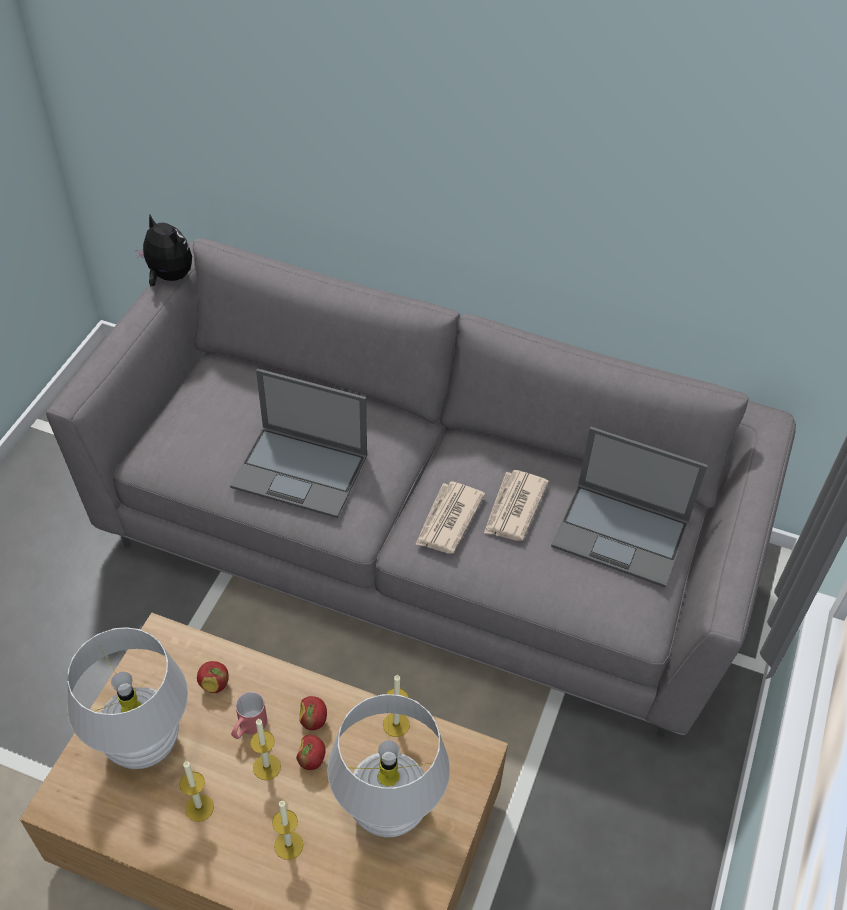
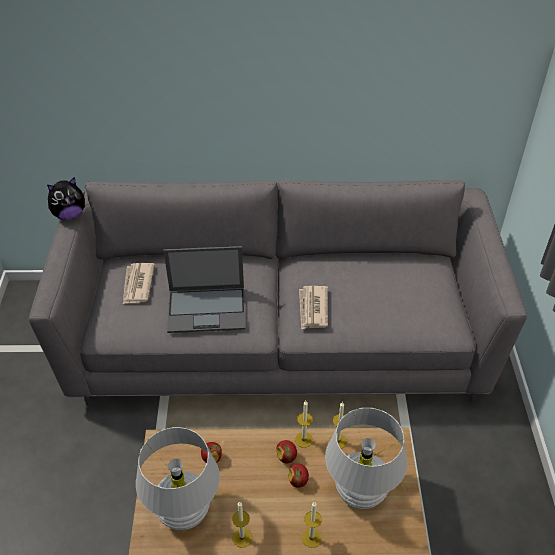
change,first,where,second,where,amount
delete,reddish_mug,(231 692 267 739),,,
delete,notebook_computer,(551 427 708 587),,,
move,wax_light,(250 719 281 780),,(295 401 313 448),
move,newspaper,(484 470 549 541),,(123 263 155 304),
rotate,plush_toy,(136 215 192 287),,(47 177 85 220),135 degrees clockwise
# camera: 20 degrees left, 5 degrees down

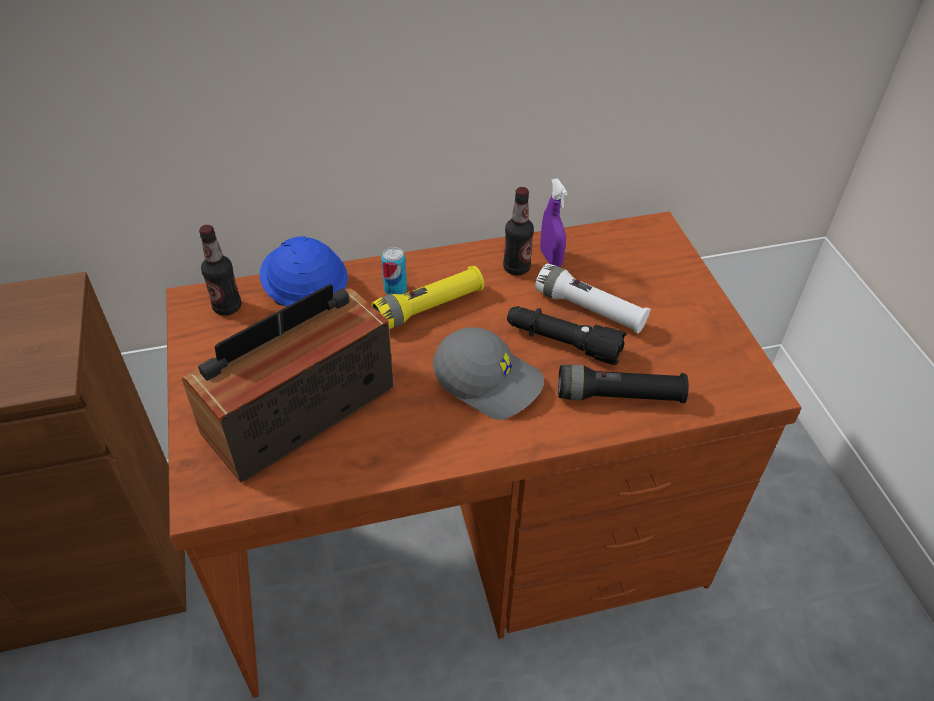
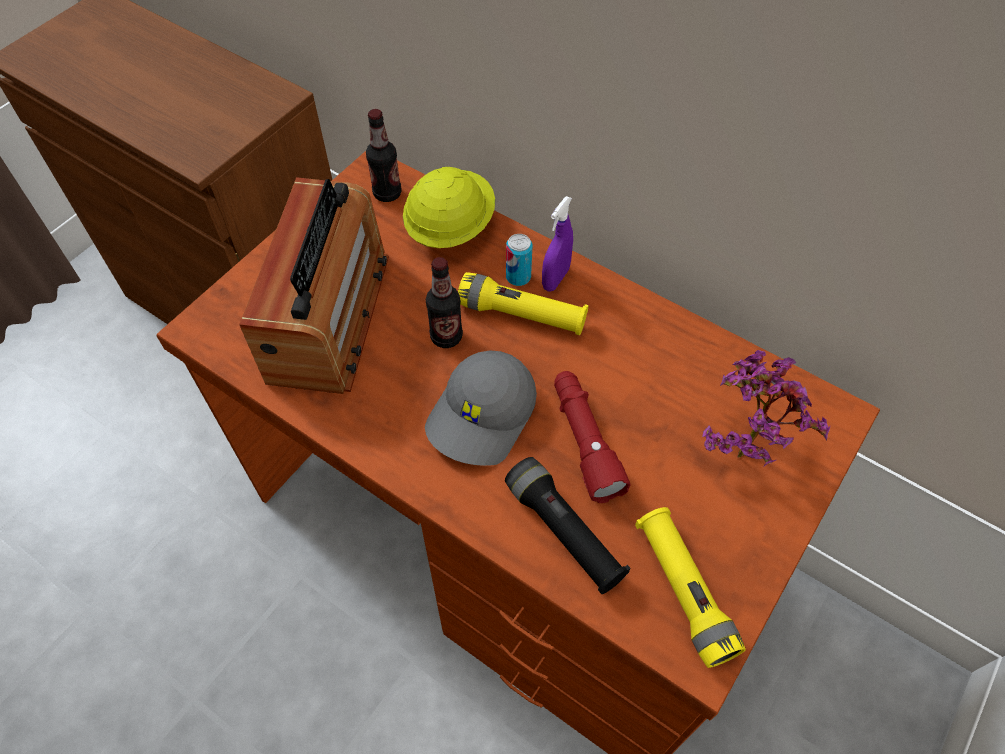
change,first,where,second,where,amount
delete,white-coloured_hand_torch,(535 264 651 333),,,
insert,,,yellow-coloured_hand_torch,(635 507 746 668),
insert,,,plant_in_a_pot,(702 350 830 466),
move,beverage_bottle,(503 187 534 276),,(426 257 463 348),
move,purplish_hand_sprayer,(540 178 568 267),,(542 196 573 292),
recolor,blue_hard_hat,(260 236 348 307),yellow-coloured_hard_hat,(403 167 495 248),
recolor,blackish_hand_torch,(507 306 627 365),reddish_hand_torch,(554 371 630 503),
rotate,radio_receiver,(182 284 394 483),,(239 177 389 394),90 degrees clockwise
rotate,greyish_baseball_cap,(433 327 544 420),,(425 351 537 466),45 degrees clockwise
# camera: 50 degrees right, 10 degrees up

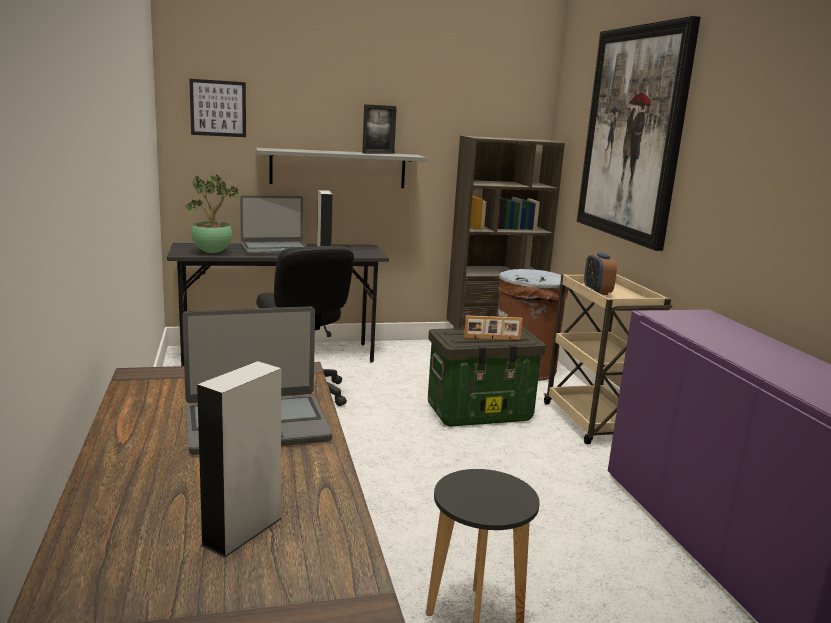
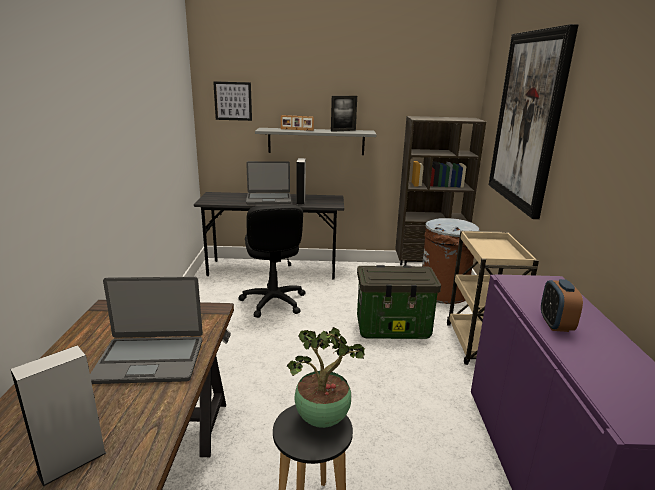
change,first,where,second,where,amount
move,plant_in_a_pot,(185 174 239 253),,(287 327 365 428),
move,picture_frame,(464 315 523 340),,(281 115 314 131),
move,table_clock,(584 253 617 295),,(541 279 583 332),
# camera: 15 degrees right, 5 degrees up

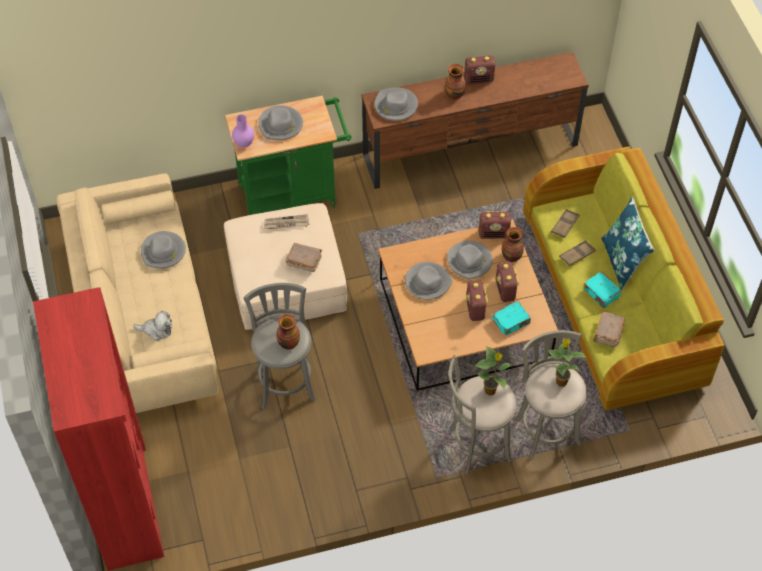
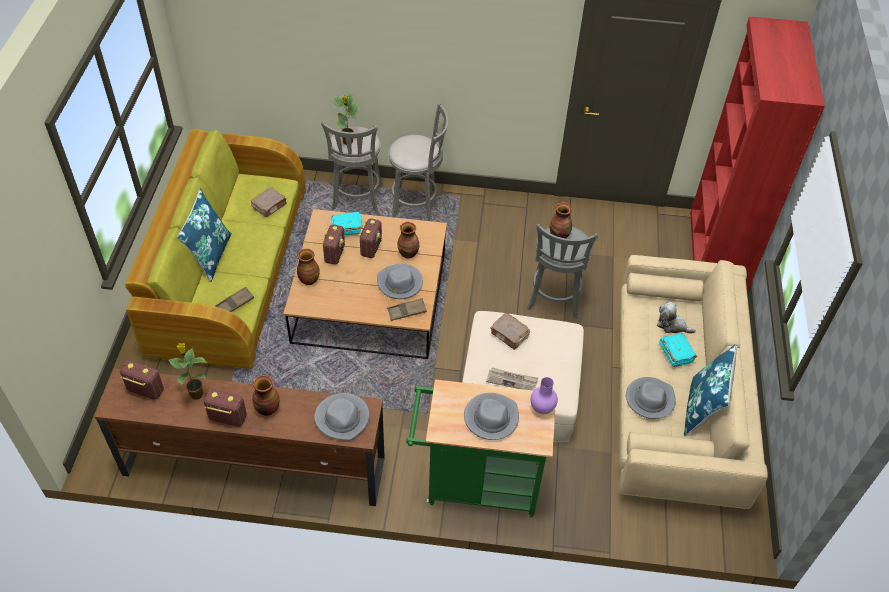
change,first,where,second,where,amount
delete,greyish_wearable_hat,(447 241 493 280),,,
insert,,,decorative_vase,(397 222 419 259),
insert,,,blue_pillow,(684 344 737 436),
move,plant_in_a_pot,(475 346 512 395),,(169 343 207 399),
move,radio_receiver,(479 211 511 239),,(120 360 164 400),
move,brown-coloured_carrying_tray,(559 240 596 266),,(387 298 427 321),
move,blue-green_book,(583 272 621 308),,(659 333 697 367),
# camera: 160 degrees left, 5 degrees down

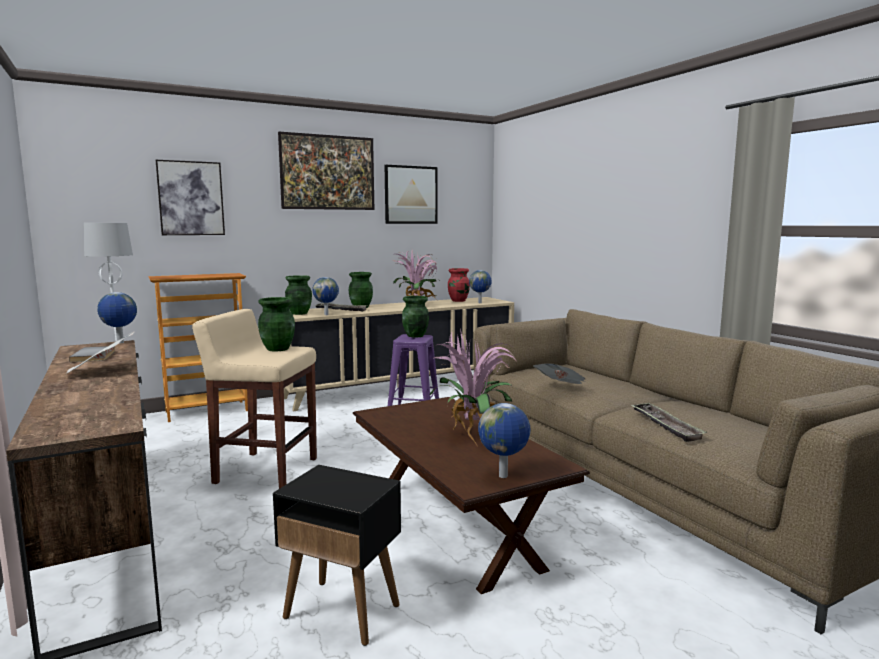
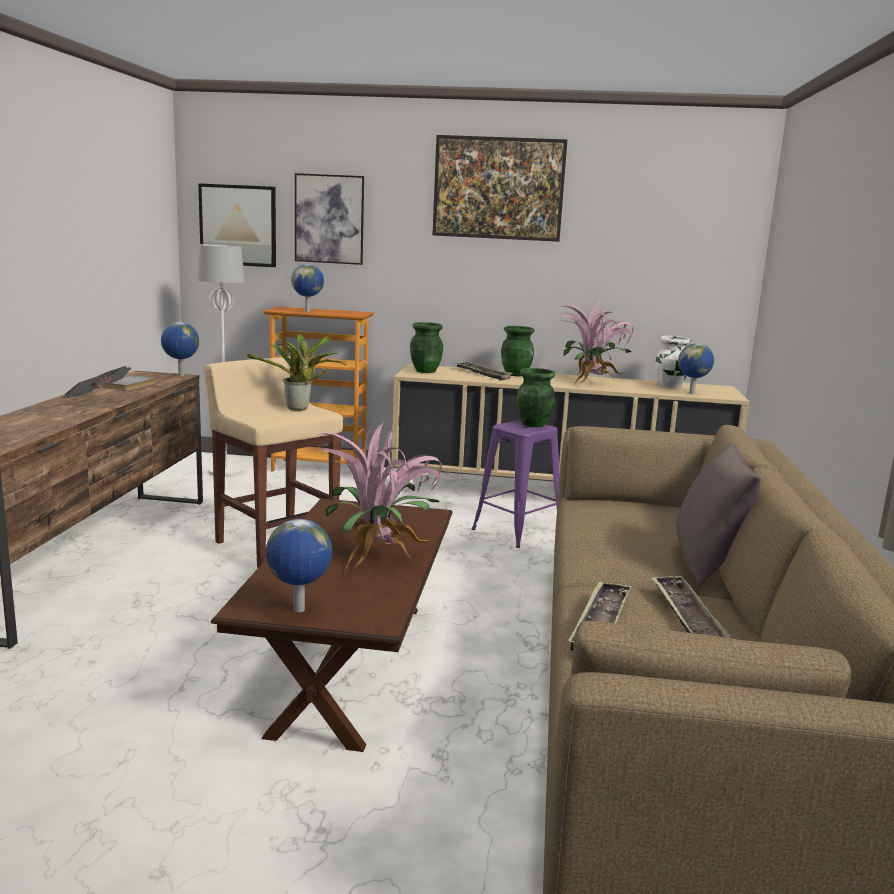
change,first,where,second,where,amount
delete,blackish_side_table,(273 465 401 646),,,
delete,newspaper,(533 363 586 384),,,
insert,,,carrying_tray,(651 575 734 639),
insert,,,greyish_pillow,(676 442 761 587),
move,desk_globe,(312 277 339 315),,(291 264 324 312),
move,wall_art,(385 165 437 224),,(198 183 276 267),
replace,green_decorative_vase,(258 297 295 351),plant_in_a_pot,(247 334 346 411),
recolor,reddish_decorative_vase,(448 268 470 302),white-coloured_decorative_vase,(655 336 691 388),
# camera: 35 degrees right, 5 degrees up

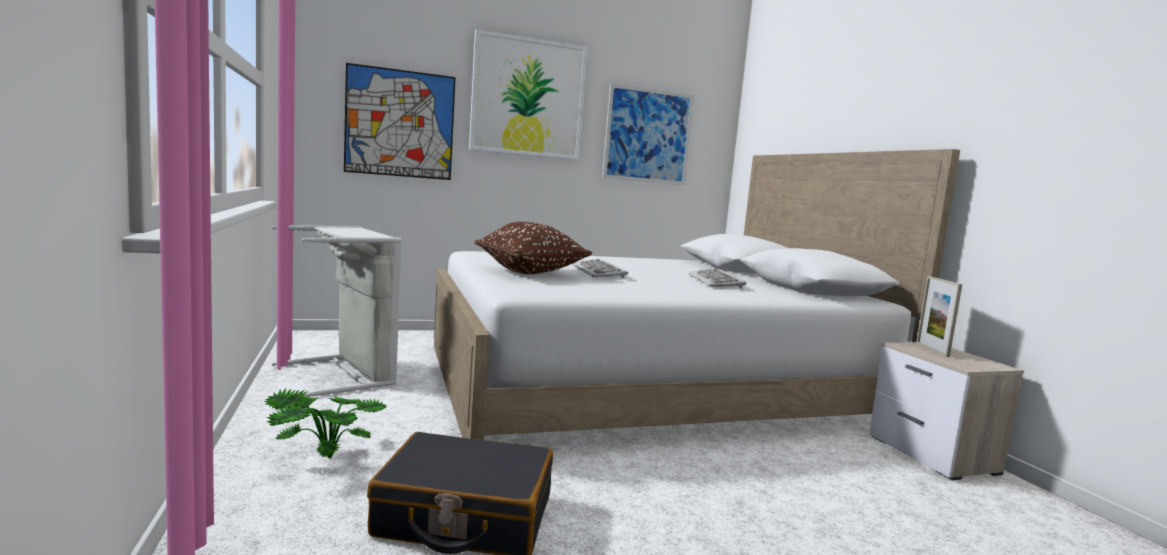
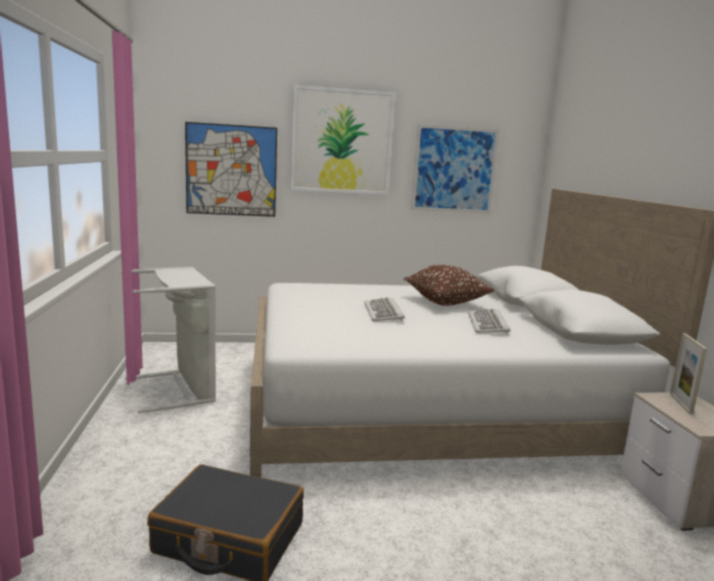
change,first,where,second,where,amount
delete,plant_in_a_pot,(264 388 387 458),,,
move,brown-coloured_pillow,(474 222 592 274),,(404 265 494 306),
# camera: 10 degrees right, 5 degrees up

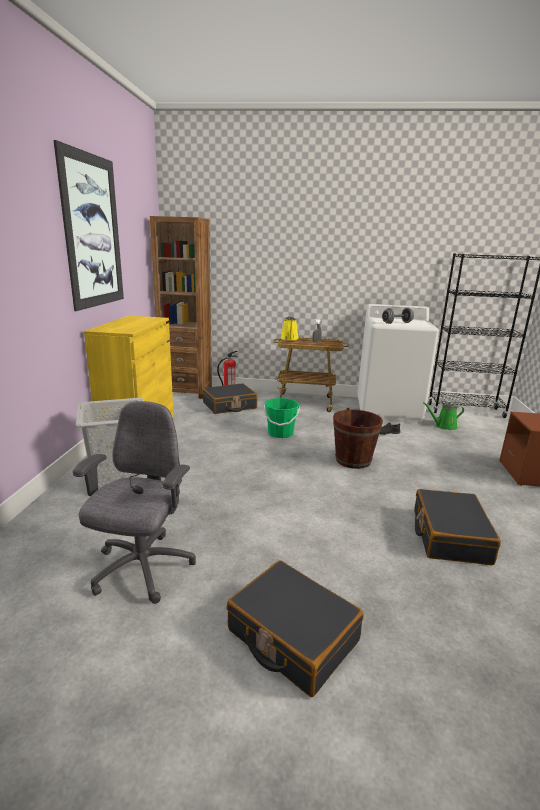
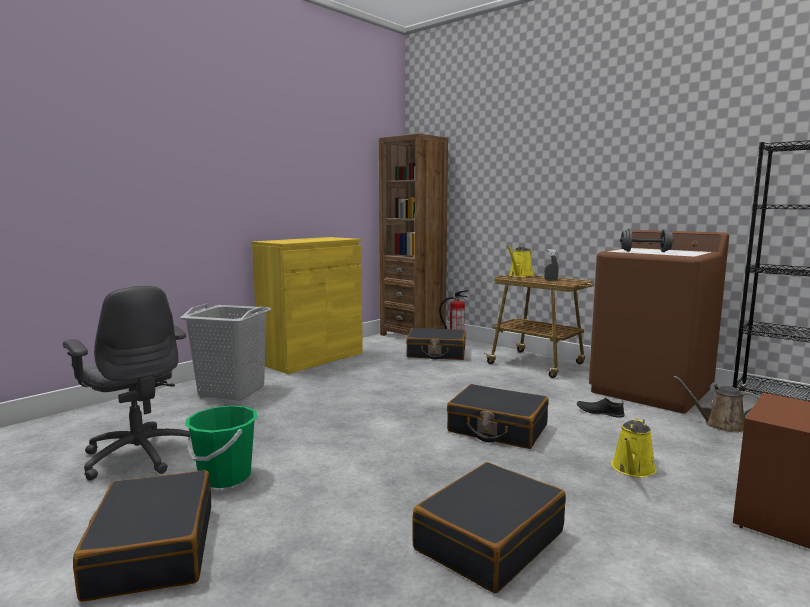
change,first,where,second,where,amount
delete,wall_art,(53 140 124 311),,,
insert,,,yellow-coloured_sprinkling_can,(611 418 657 477),
move,green_water_bucket,(264 398 300 438),,(185 405 257 488),
replace,brown-coloured_water_bucket,(333 408 383 469),blackish_piece_of_luggage,(447 384 549 449),
recolor,white-coloured_laundry_appliance,(357 304 439 423),brown-coloured_laundry_appliance,(589 230 729 414),
recolor,green_sprinkling_can,(423 402 464 430),brown-coloured_sprinkling_can,(674 376 759 432),
rotate,greyish_computer_chair,(73 401 196 604),,(63 285 190 481),90 degrees clockwise
# camera: 35 degrees right, 10 degrees down

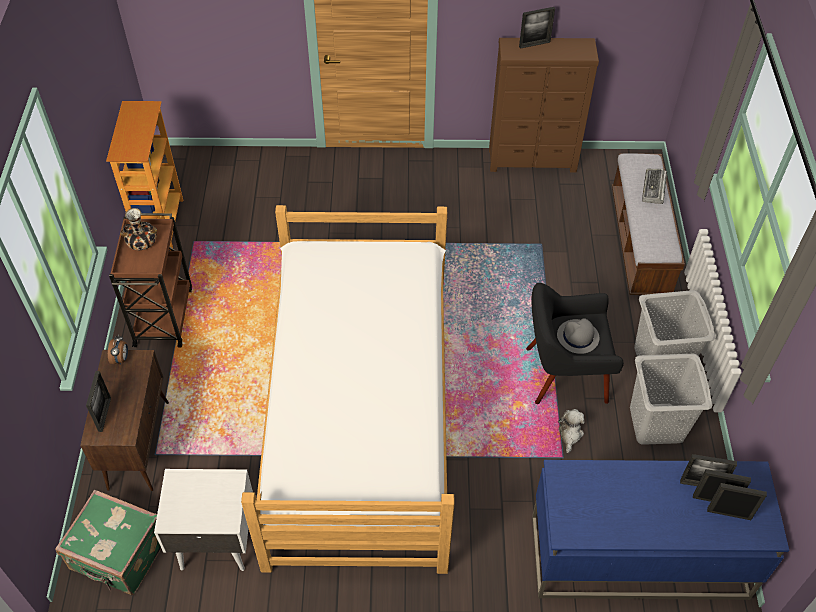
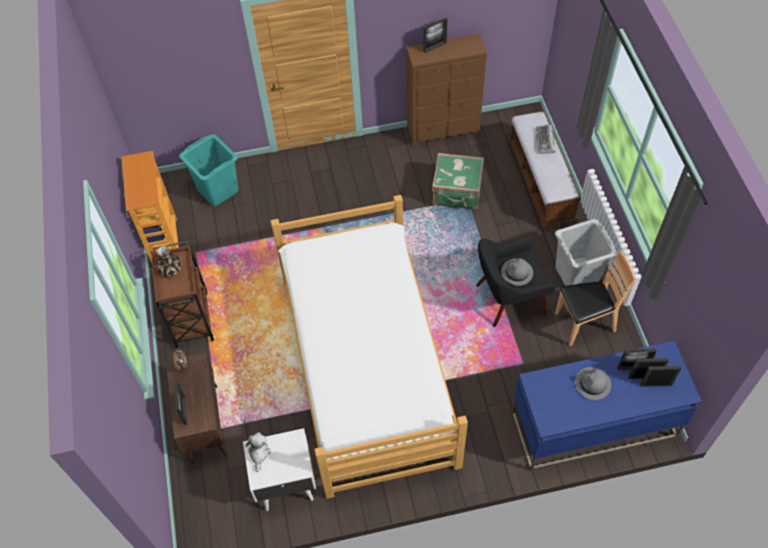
change,first,where,second,where,amount
insert,,,blue-green_washing_basket,(179 134 239 206),
insert,,,greyish_wearable_hat,(575 367 611 400),
move,green_piece_of_luggage,(55 490 161 595),,(432 153 484 210),
move,plush_toy,(558 409 585 453),,(245 432 271 472),
replace,greyish_washing_basket,(630 354 713 445),brown-coloured_plain_chair,(555 251 635 346),
# camera: 10 degrees left, 5 degrees up

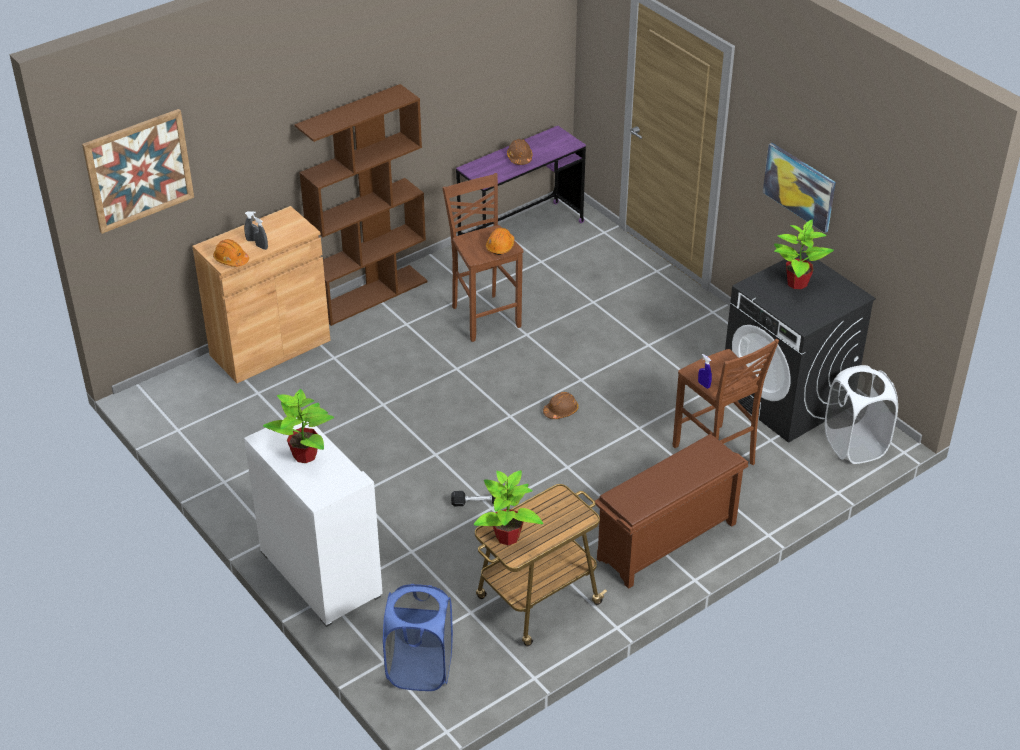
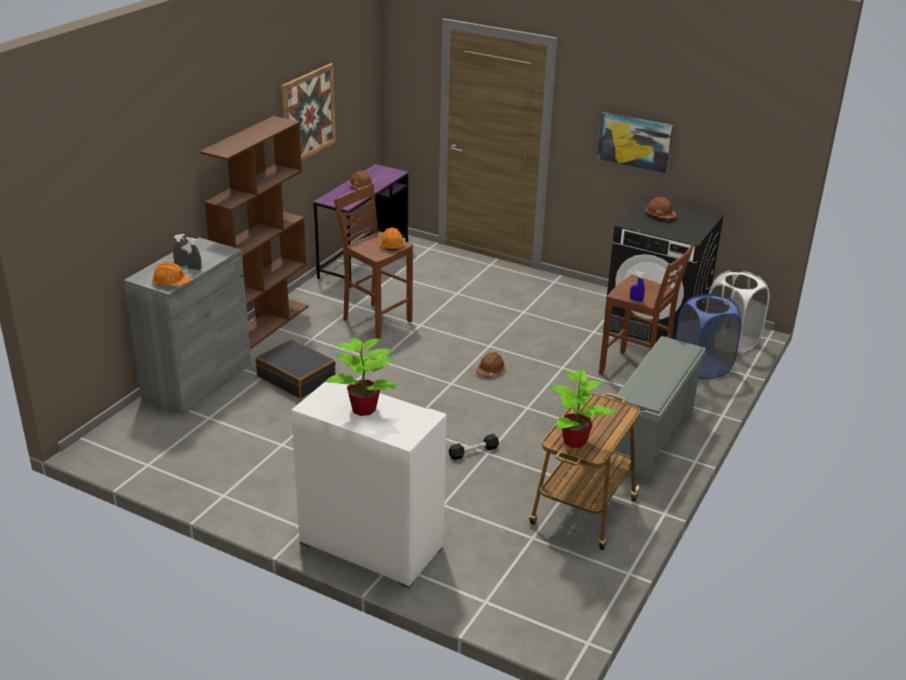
change,first,where,second,where,amount
insert,,,blackish_piece_of_luggage,(255 339 336 398),
move,wall_art,(82 109 194 234),,(281 63 336 161),
move,blue_washing_basket,(383 584 453 691),,(675 293 742 379),
replace,plant_in_a_pot,(774 220 834 289),brown-coloured_hard_hat,(645 197 677 219),
recolor,brown-coloured_storage_cabinet,(192 206 331 383),greyish_storage_cabinet,(124 237 251 415),
recolor,brown-coloured_shoe_stand,(595 434 748 589),greyish_shoe_stand,(610 336 706 482),
# camera: 25 degrees left, 10 degrees down

